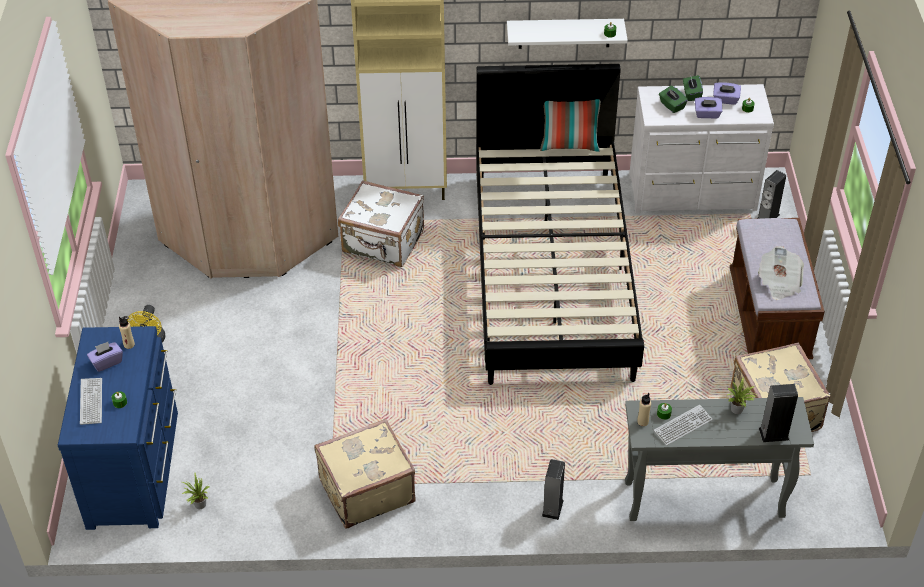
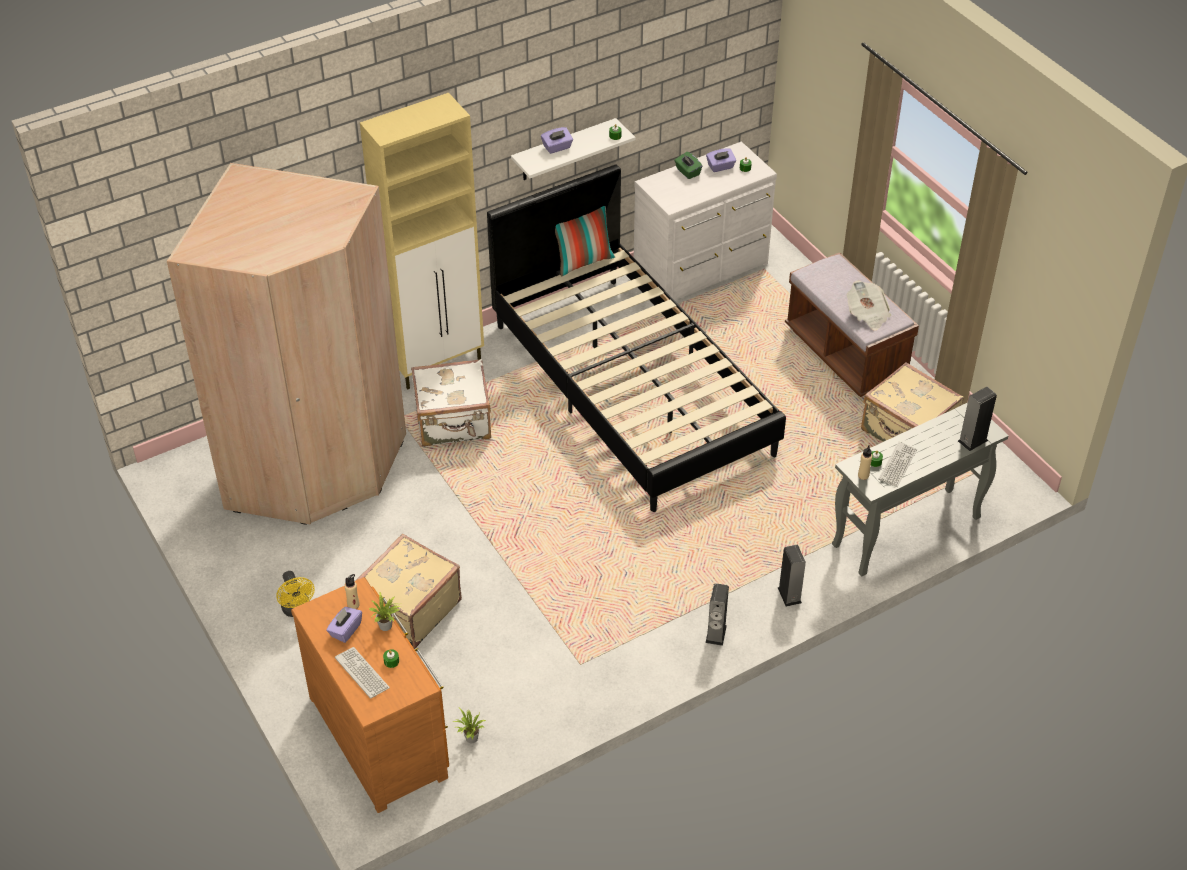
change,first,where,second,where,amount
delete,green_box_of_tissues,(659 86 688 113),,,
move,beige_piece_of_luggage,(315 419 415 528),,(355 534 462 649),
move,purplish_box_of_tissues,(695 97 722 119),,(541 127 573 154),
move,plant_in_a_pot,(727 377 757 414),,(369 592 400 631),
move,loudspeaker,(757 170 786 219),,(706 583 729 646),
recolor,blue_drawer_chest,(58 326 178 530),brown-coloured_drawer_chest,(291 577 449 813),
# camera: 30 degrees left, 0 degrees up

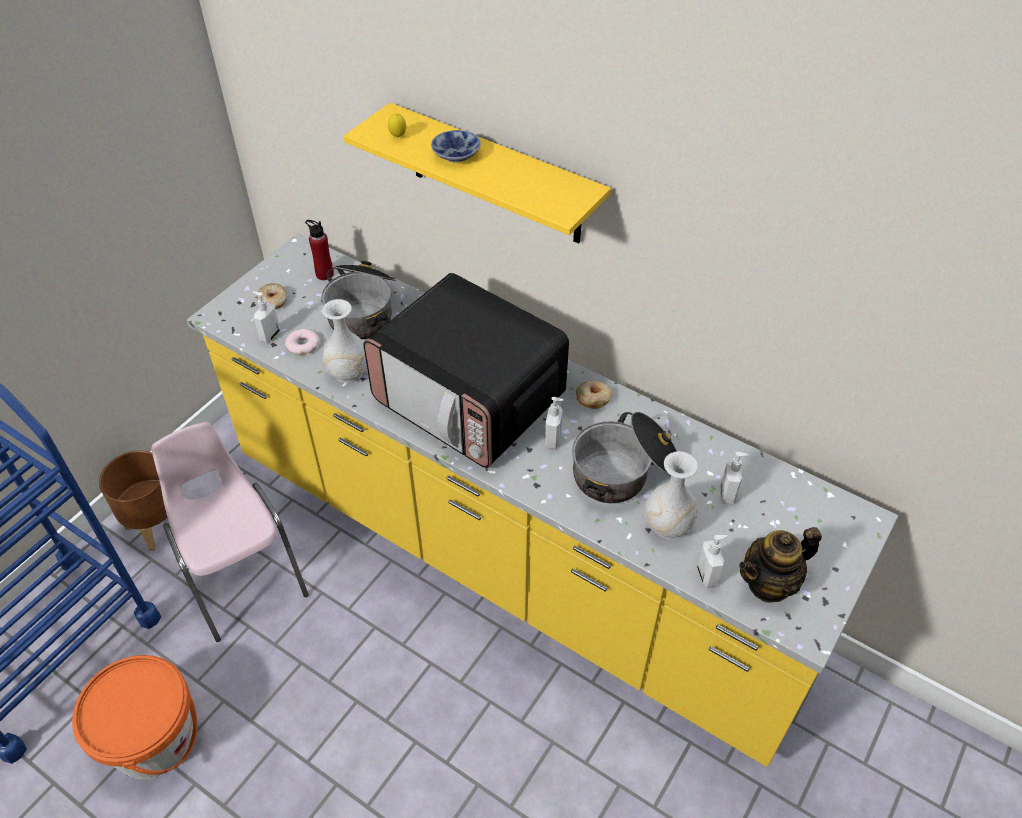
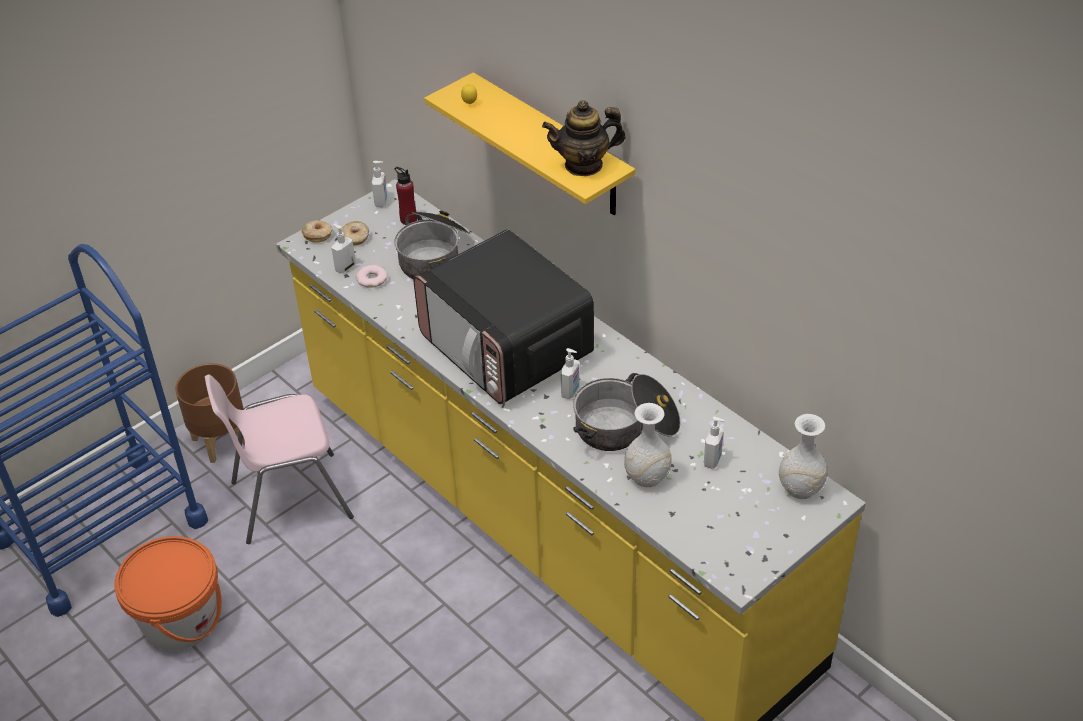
change,first,where,second,where,amount
delete,serving_bowl,(431 130 481 163),,,
move,white-coloured_decorative_vase,(322 299 367 383),,(779 414 828 499),
move,doughnut,(576 380 612 409),,(302 220 332 243),
move,liquid_soap_bottle,(697 535 728 588),,(372 161 387 207),
move,teapot,(739 527 822 603),,(542 100 626 176),
rotate,pink-coloured_plain_chair,(151 422 309 642),,(205 374 354 544),90 degrees counterclockwise
# camera: 15 degrees right, 5 degrees down

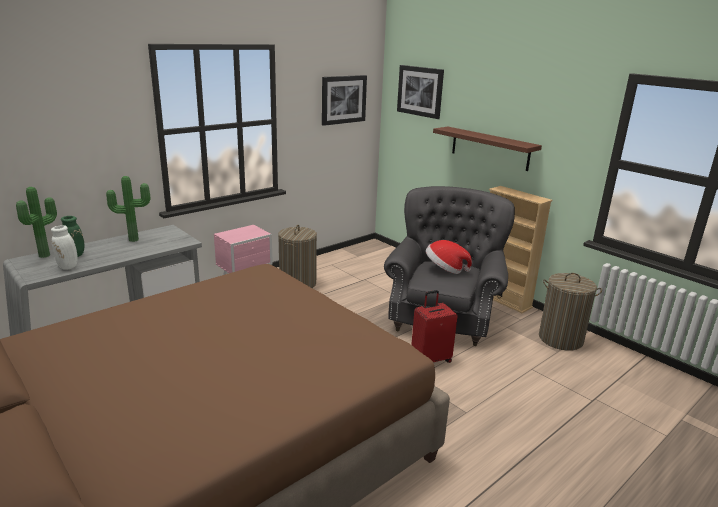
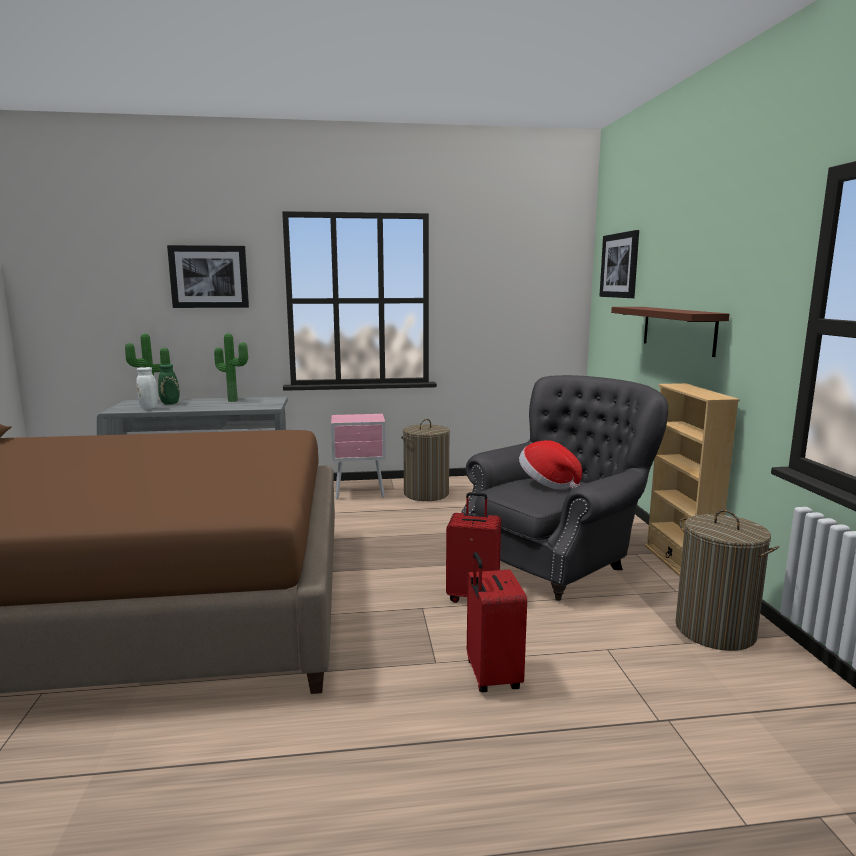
change,first,where,second,where,amount
insert,,,reddish_piece_of_luggage,(467 552 527 692),
move,wall_art,(322 75 367 126),,(167 245 249 308),
# camera: 35 degrees right, 10 degrees down

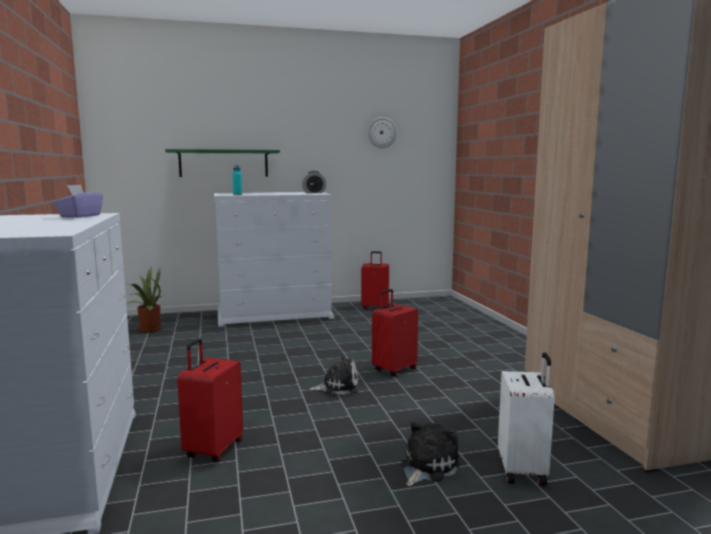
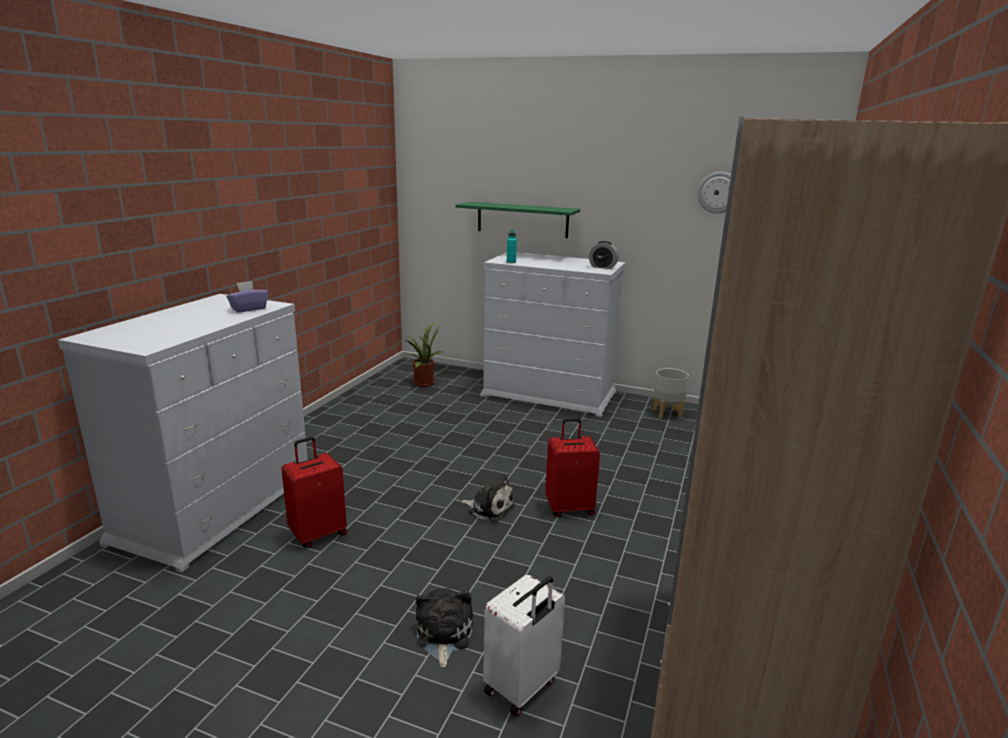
change,first,where,second,where,amount
replace,reddish_piece_of_luggage,(361 251 389 310),greyish_planter,(653 368 689 419),
rotate,plush_toy,(401 422 460 486),,(416 588 473 667),75 degrees counterclockwise
# camera: 35 degrees right, 10 degrees up

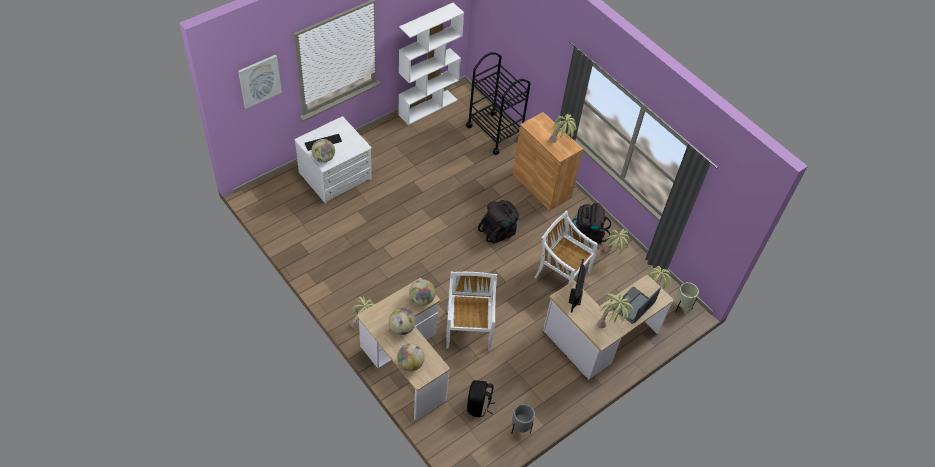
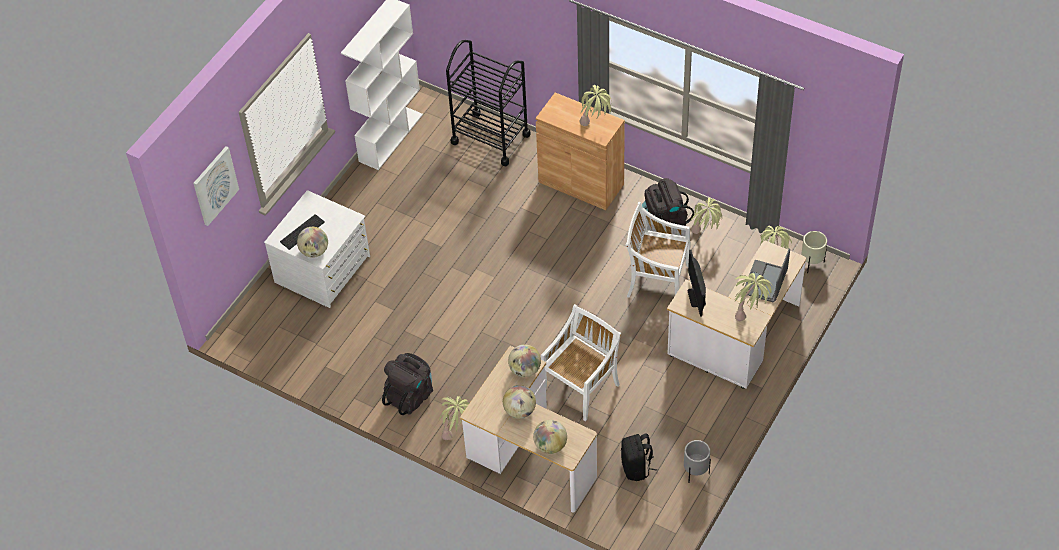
change,first,where,second,where,amount
move,blackish_rucksack,(478 200 519 244),,(382 353 433 415),
rotate,white-coloured_plain_chair,(446 271 497 351),,(541 304 621 421),60 degrees clockwise
# camera: 15 degrees left, 0 degrees up

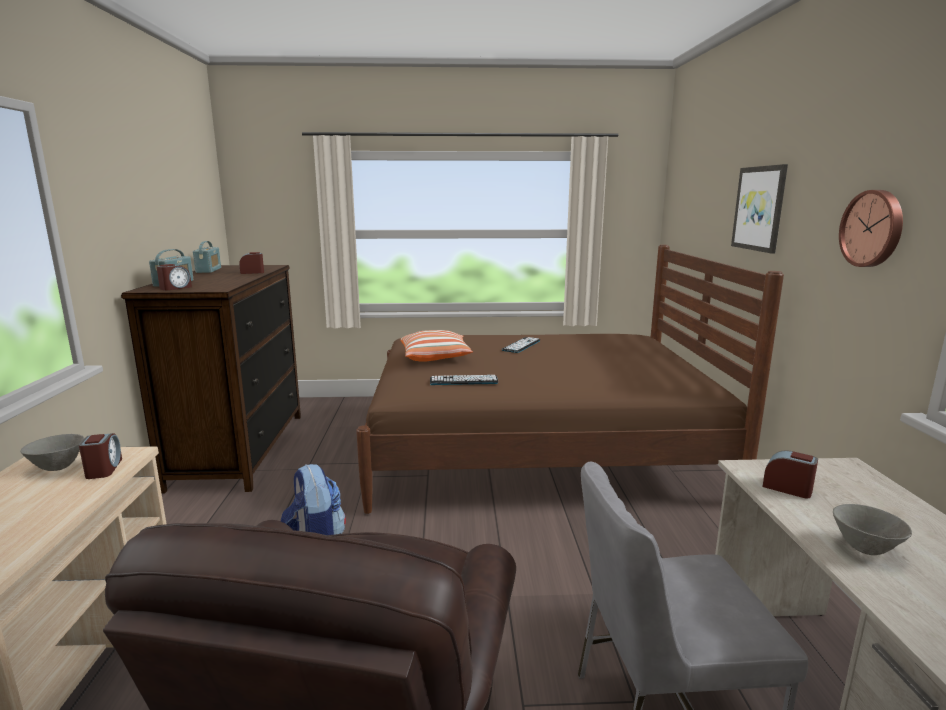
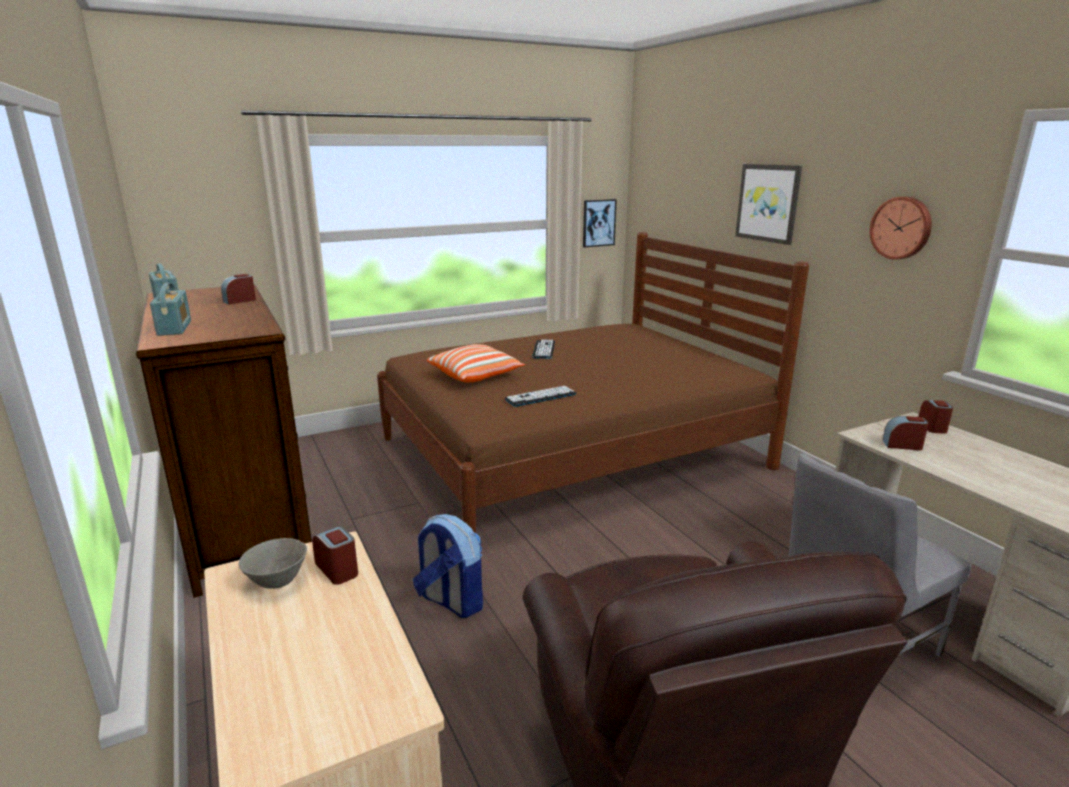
change,first,where,second,where,amount
delete,greyish_serving_bowl,(833 504 912 555),,,
insert,,,wall_art,(583 199 617 247),
move,table_clock,(157 264 192 290),,(919 400 953 434),
# camera: 25 degrees left, 5 degrees up

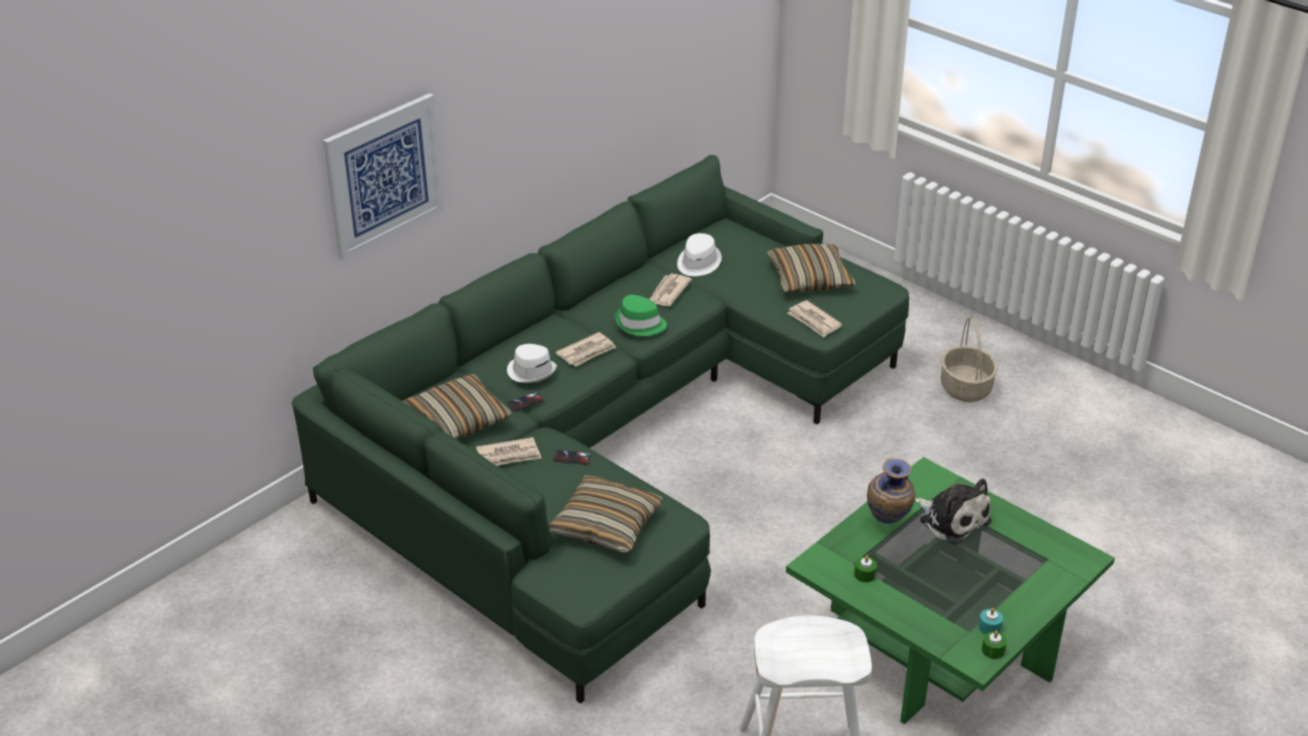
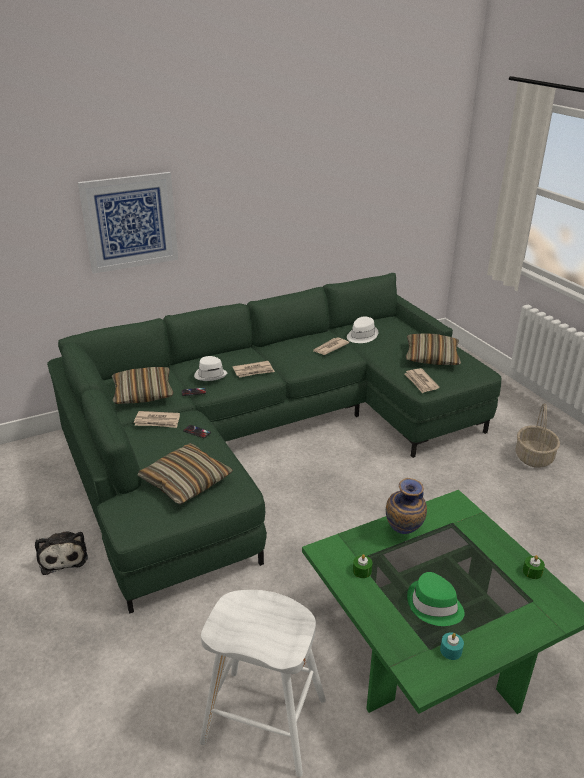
change,first,where,second,where,amount
move,green_wearable_hat,(615 295 667 336),,(407 572 465 626),
move,plush_toy,(915 478 992 544),,(35 532 88 575),
move,green_wax_light,(982 631 1007 659),,(523 555 545 579),
# camera: 20 degrees right, 5 degrees down

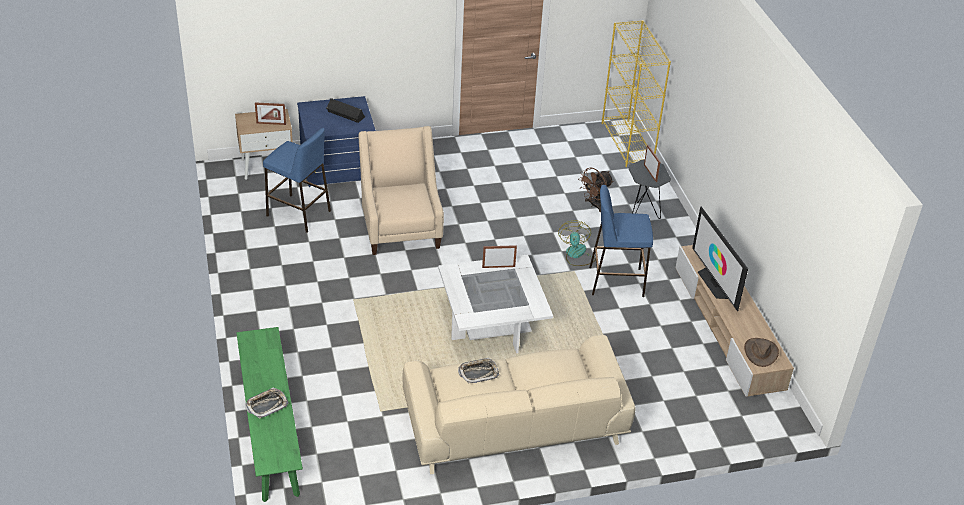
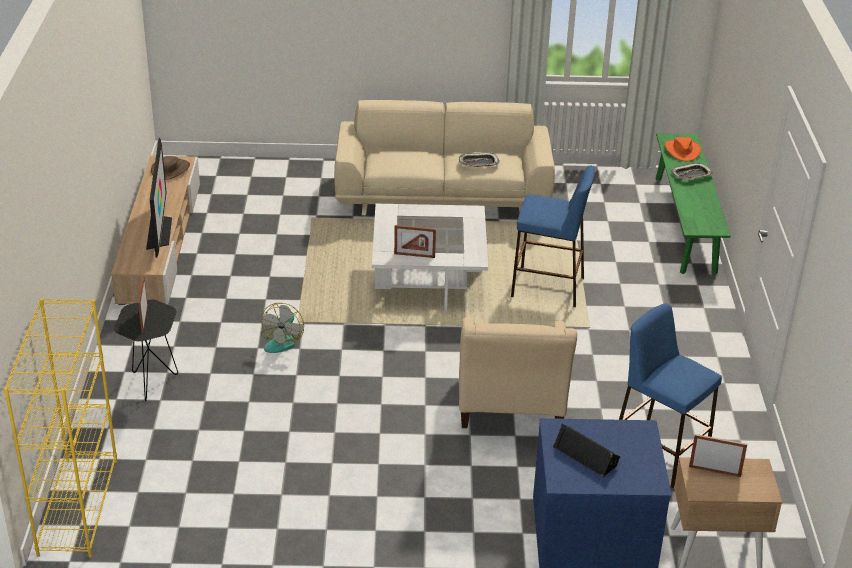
change,first,where,second,where,amount
delete,brown-coloured_electric_fan,(578 167 614 212),,,
insert,,,orangey_wearable_hat,(665 137 701 161),
move,blue_sitting_stool,(589 185 653 297),,(511 165 595 307),
# camera: 165 degrees left, 5 degrees down

